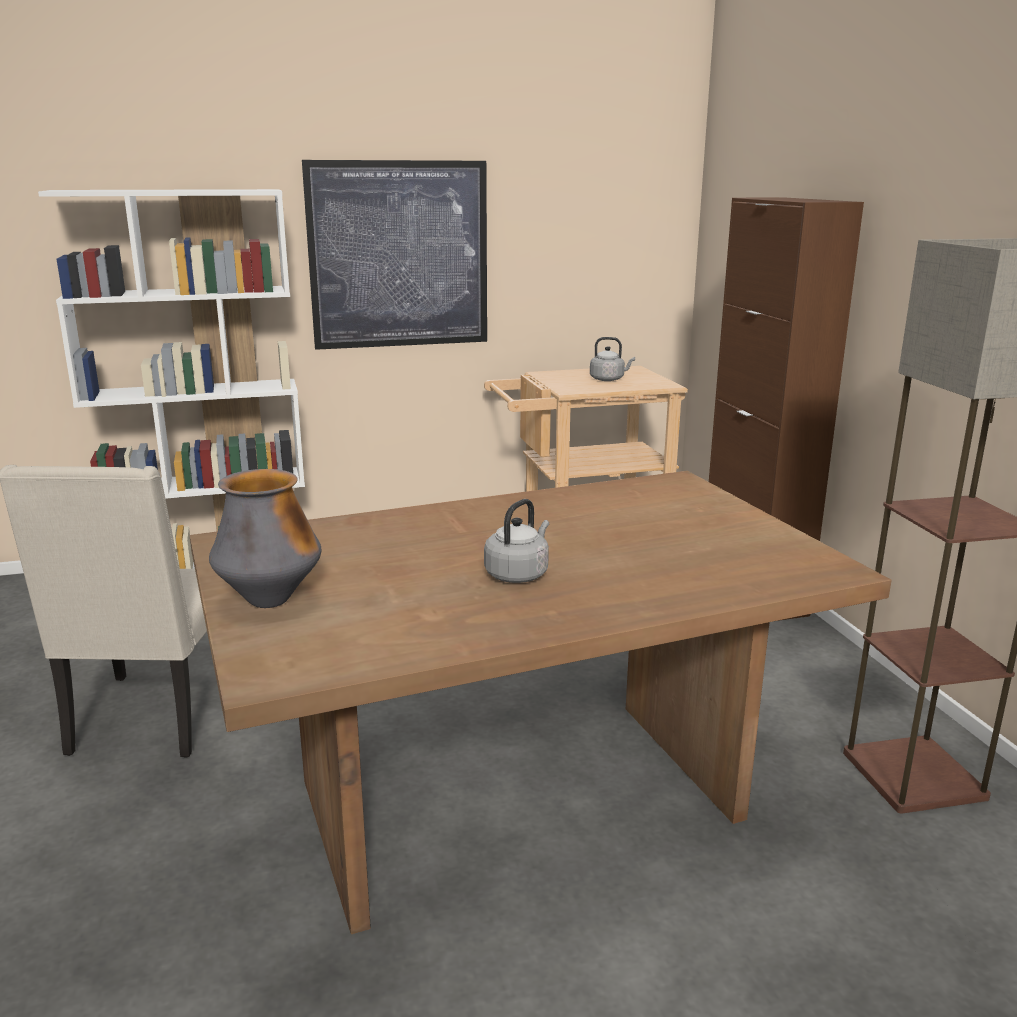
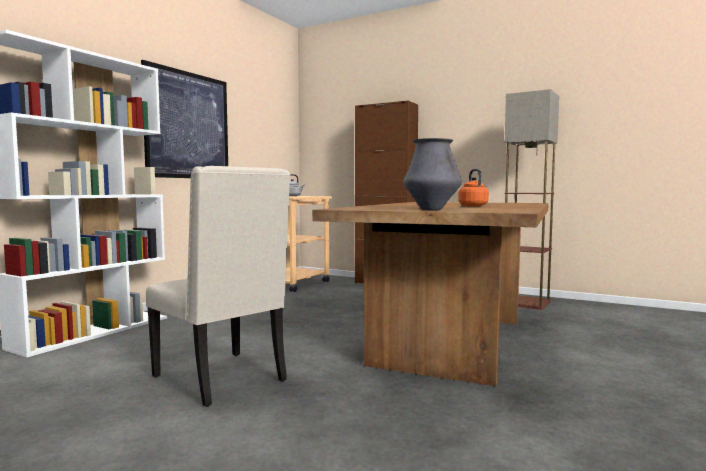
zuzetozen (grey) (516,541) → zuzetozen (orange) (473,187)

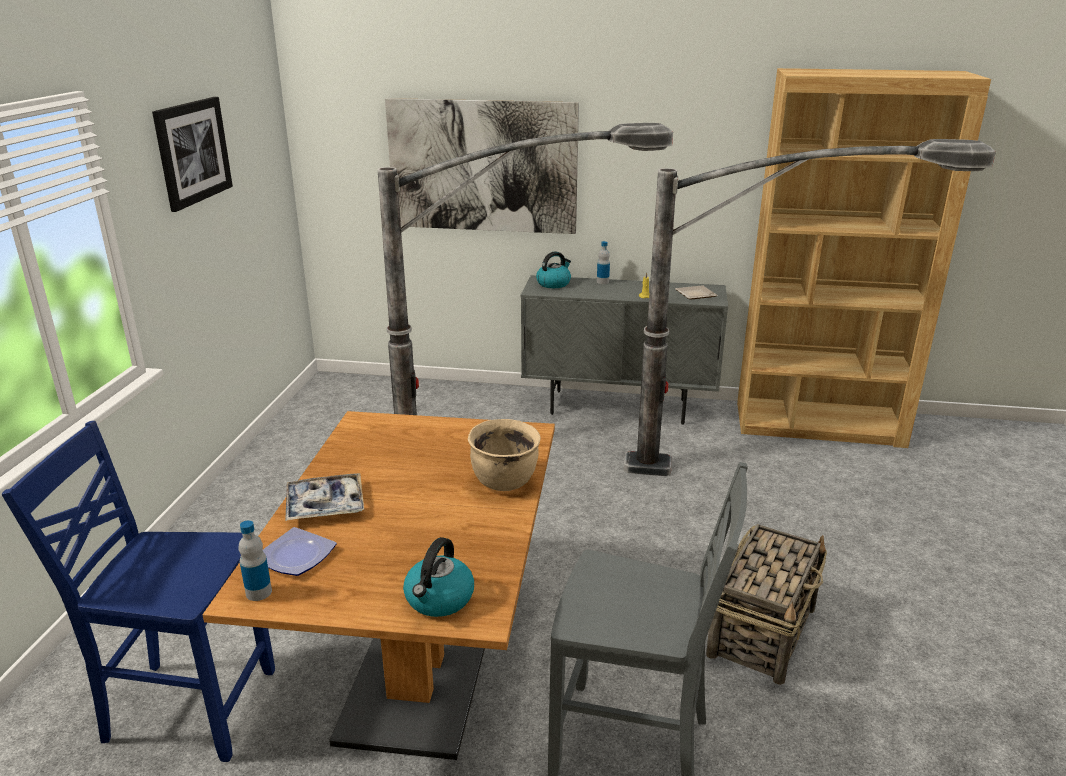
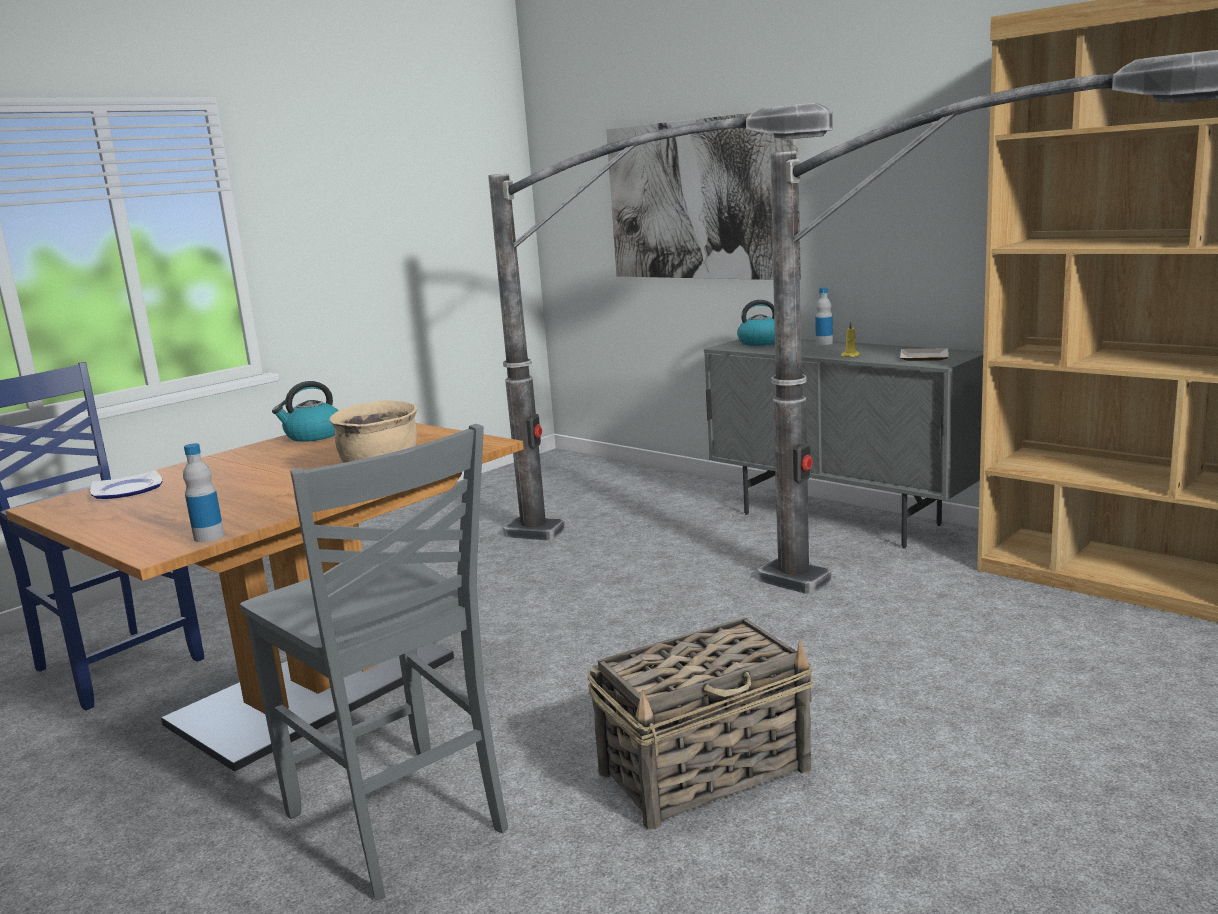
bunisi (192,154) → -
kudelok (255,560) → kudelok (203,492), shifted
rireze (324,497) → -
zuzetozen (438,577) → zuzetozen (305,411), shifted

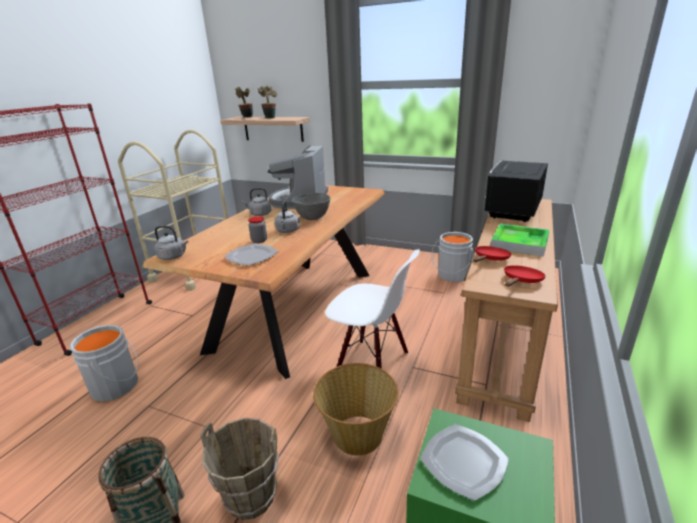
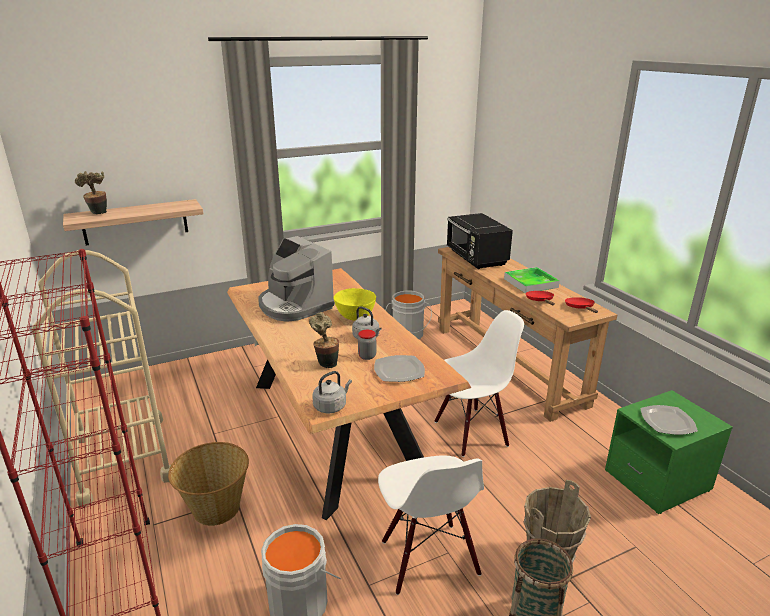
zuzetozen (grey) (256,202) → -
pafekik (267,102) → pafekik (324,340), shifted
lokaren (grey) (311,206) → lokaren (yellow) (354,304)
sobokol (356,409) → sobokol (208,484), shifted
- → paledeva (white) (431,525)

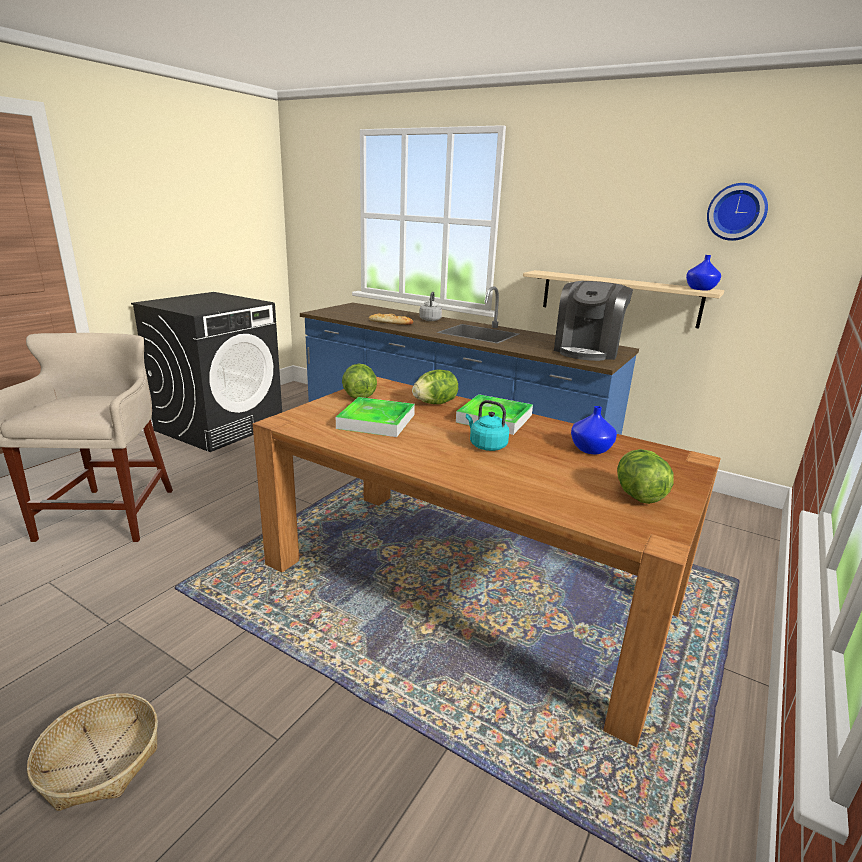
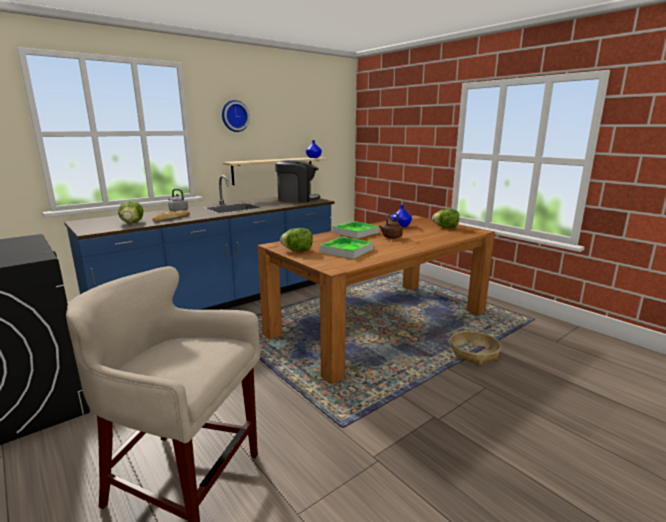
sobokol (92,752) → sobokol (475,348), shifted
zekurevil (435,386) → zekurevil (130,212), shifted
zuzetozen (turquoise) (487,425) → zuzetozen (brown) (391,226)
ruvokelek (593,321) → ruvokelek (297,181), 45 degrees counterclockwise
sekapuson (737,212) → sekapuson (236,116), shifted

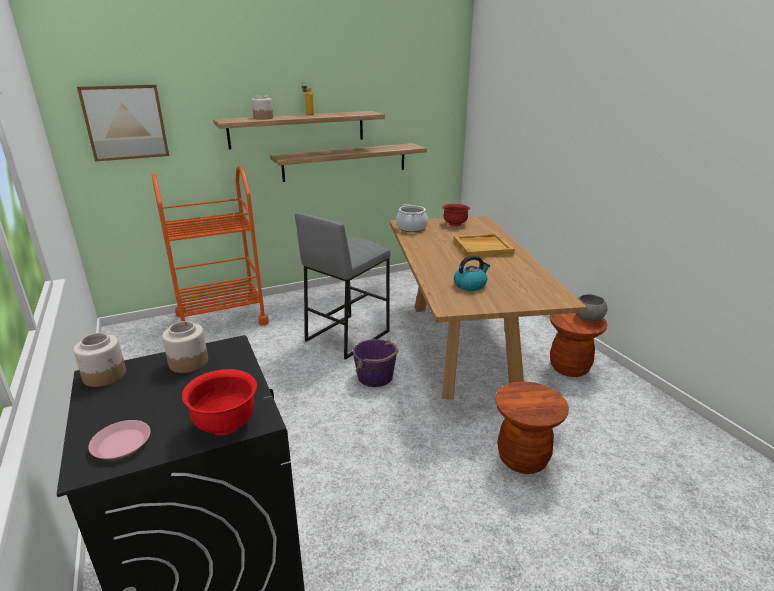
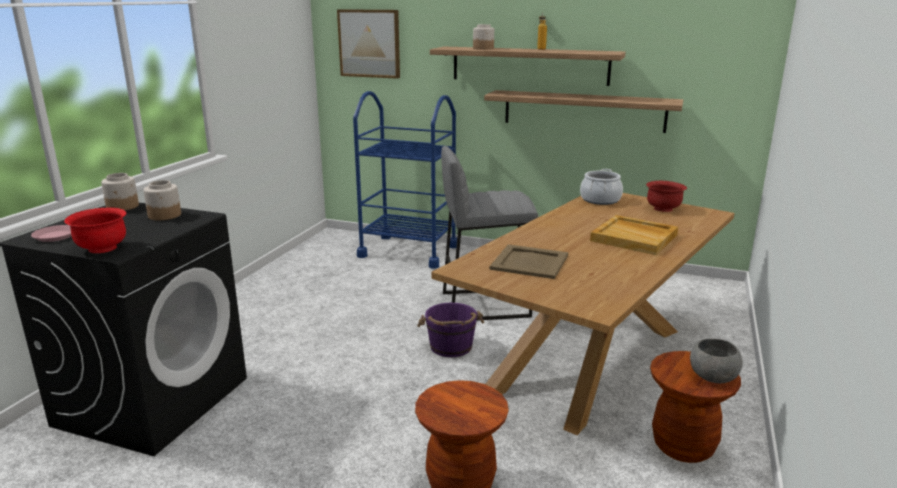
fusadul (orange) (210,246) → fusadul (blue) (405,180)
zuzetozen (472,273) → rireze (beige) (528,261)

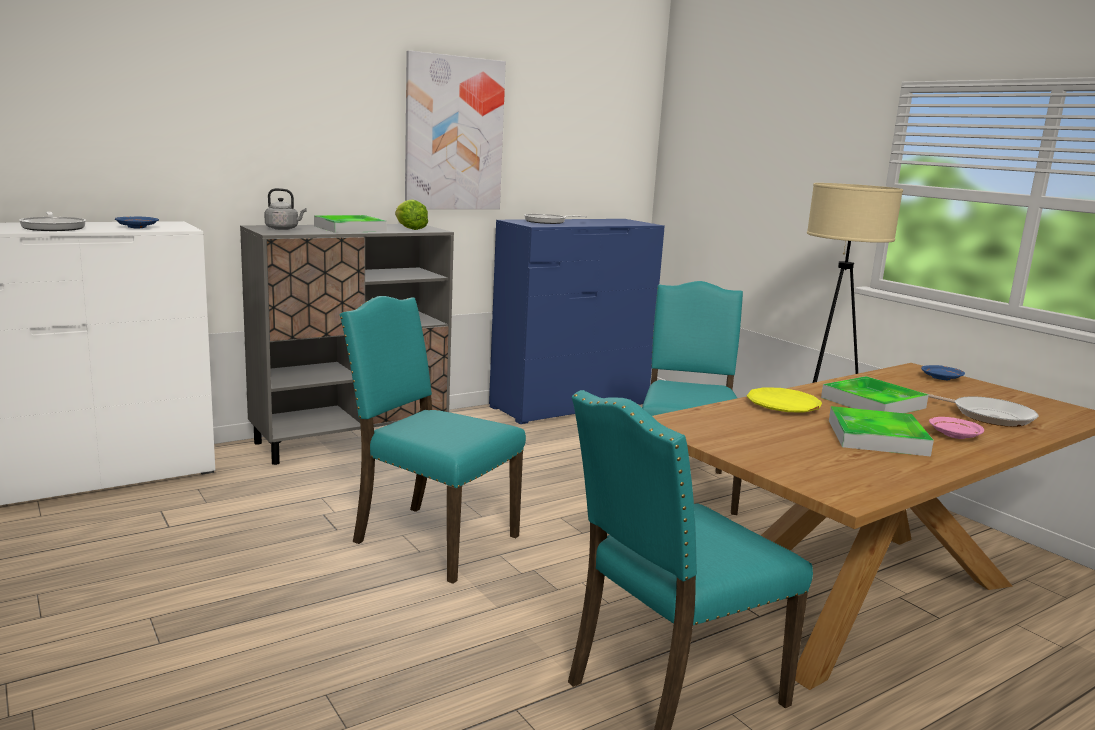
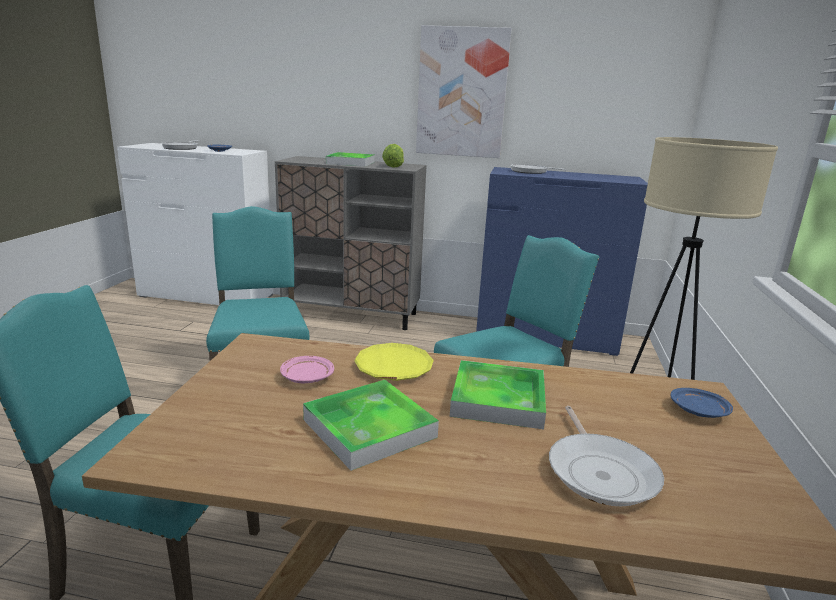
zuzetozen (grey) (285,209) → -
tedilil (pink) (956,428) → tedilil (pink) (307,369), shifted

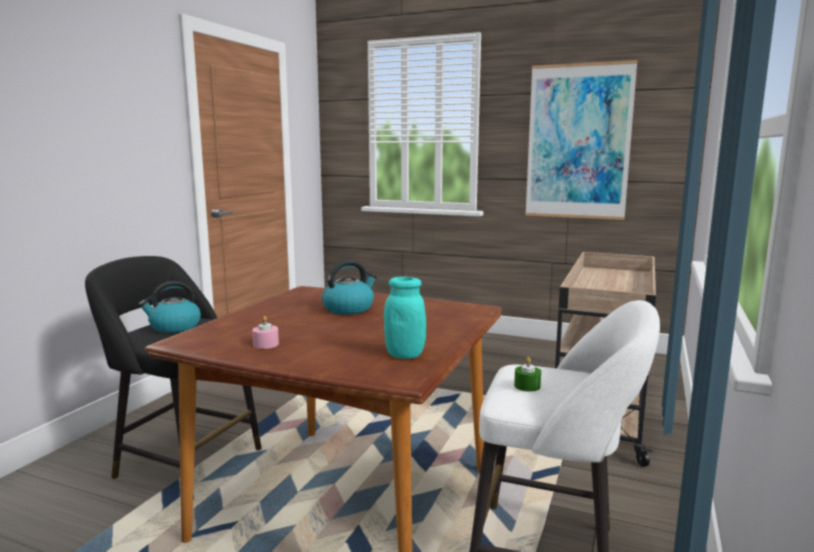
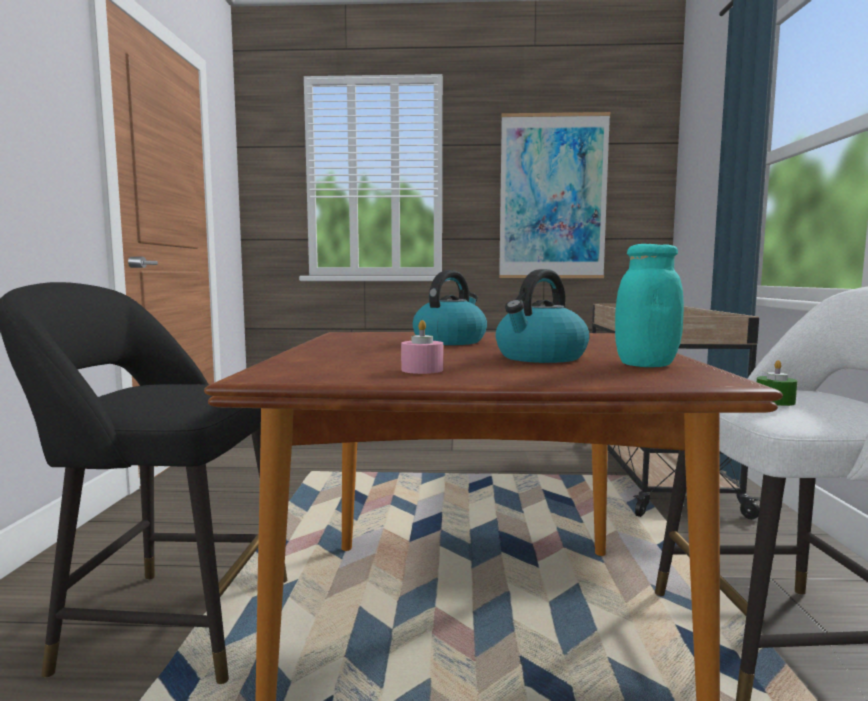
zuzetozen (169,307) → zuzetozen (542,316), shifted

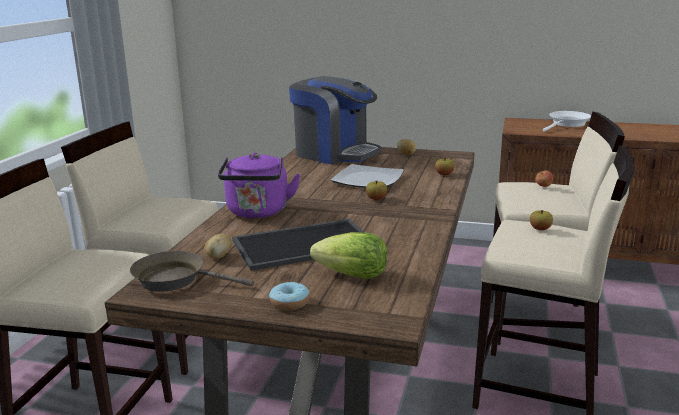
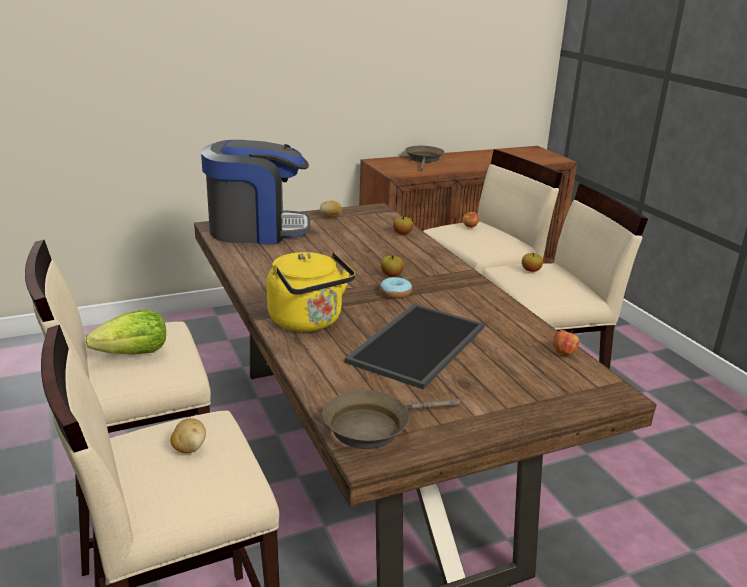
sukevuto (218,246) → sukevuto (188,435), shifted
zuzetozen (purple) (259,185) → zuzetozen (yellow) (311,292)
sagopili (289,296) → sagopili (396,288), shifted
zekurevil (348,255) → zekurevil (125,332), shifted
tedilil (367,176) → -
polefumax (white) (567,121) → polefumax (brown) (424,158)
- → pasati (566,343)

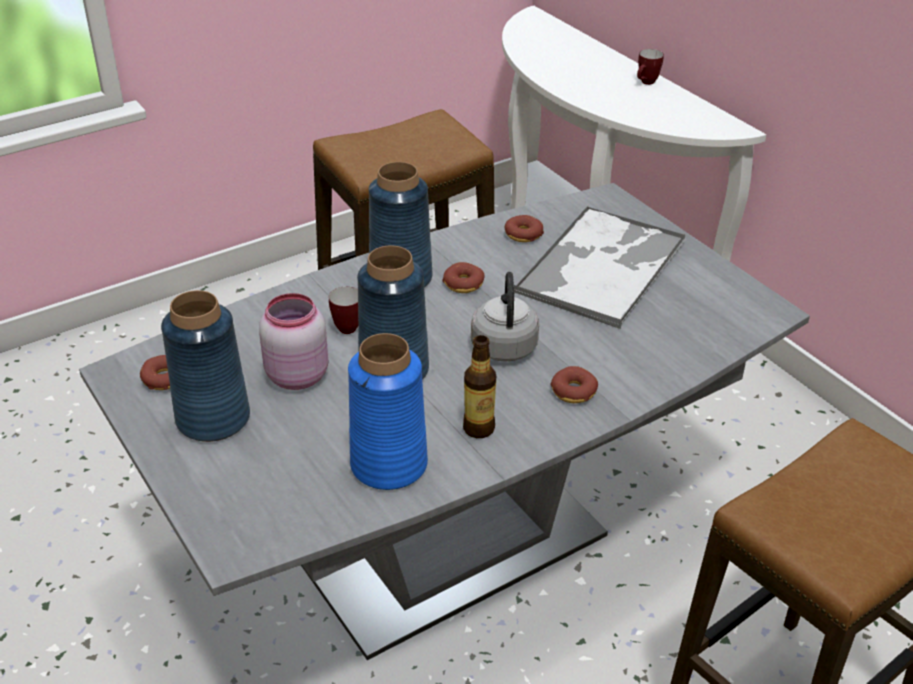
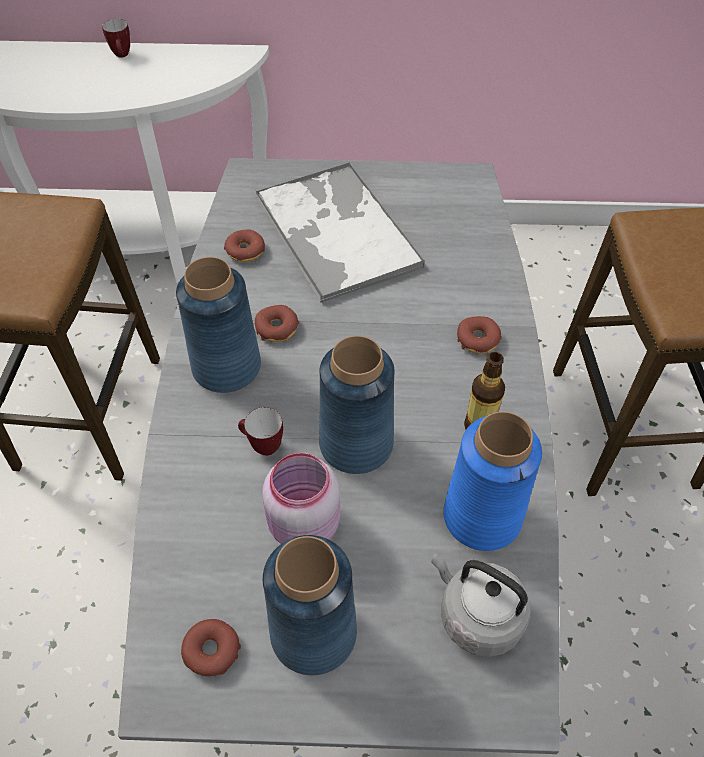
zuzetozen (grey) (505,317) → zuzetozen (grey) (481,605), shifted

